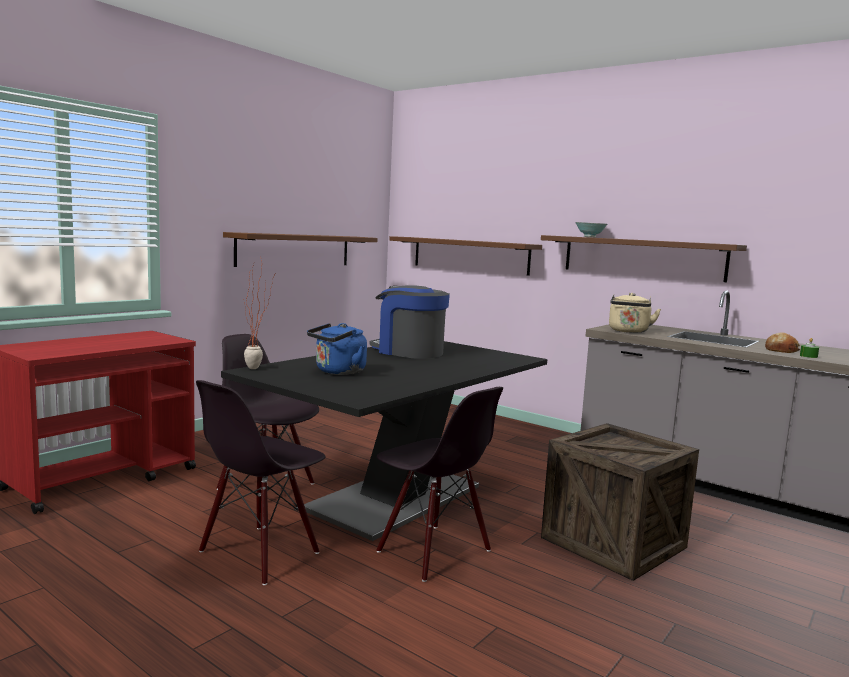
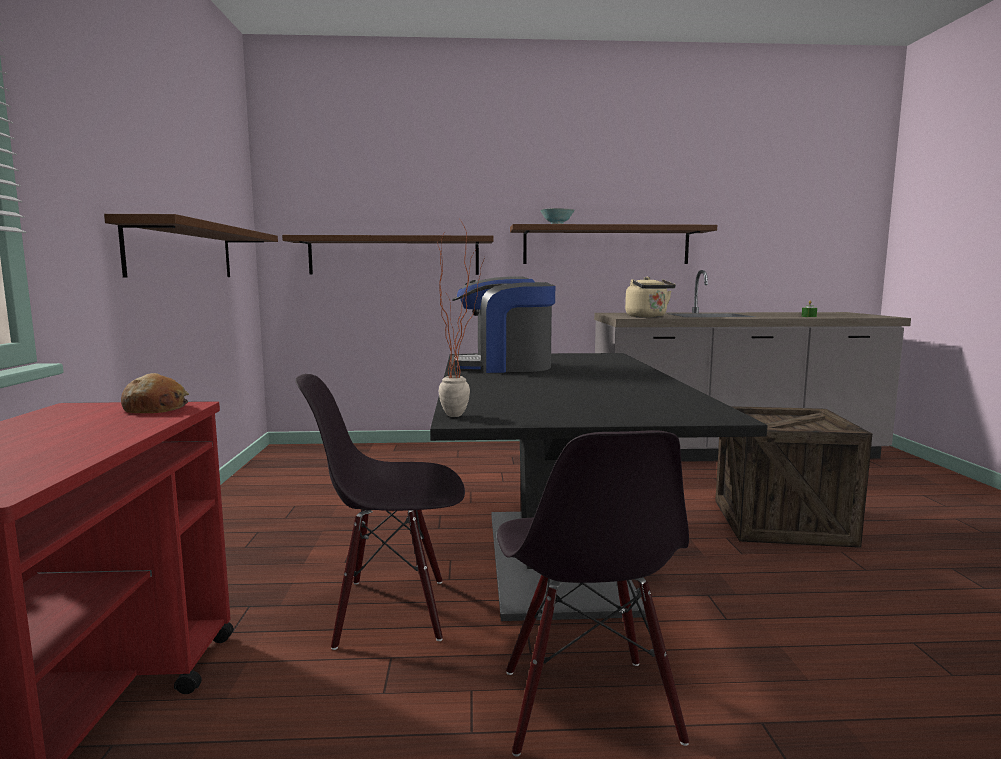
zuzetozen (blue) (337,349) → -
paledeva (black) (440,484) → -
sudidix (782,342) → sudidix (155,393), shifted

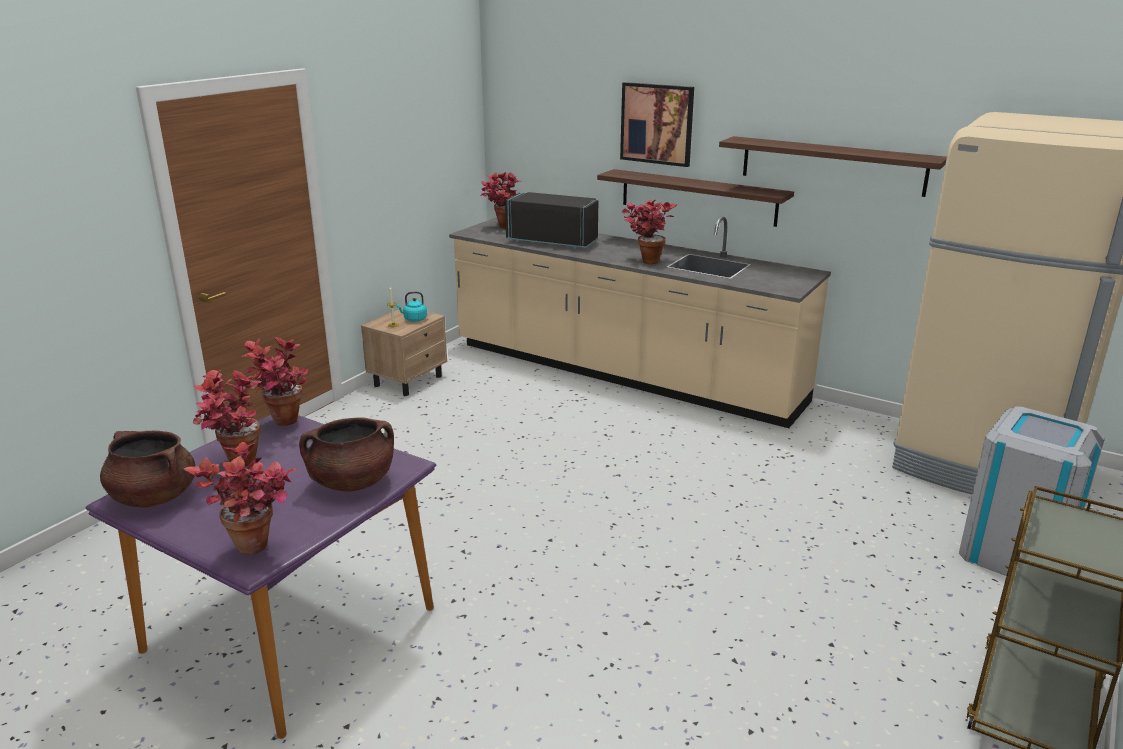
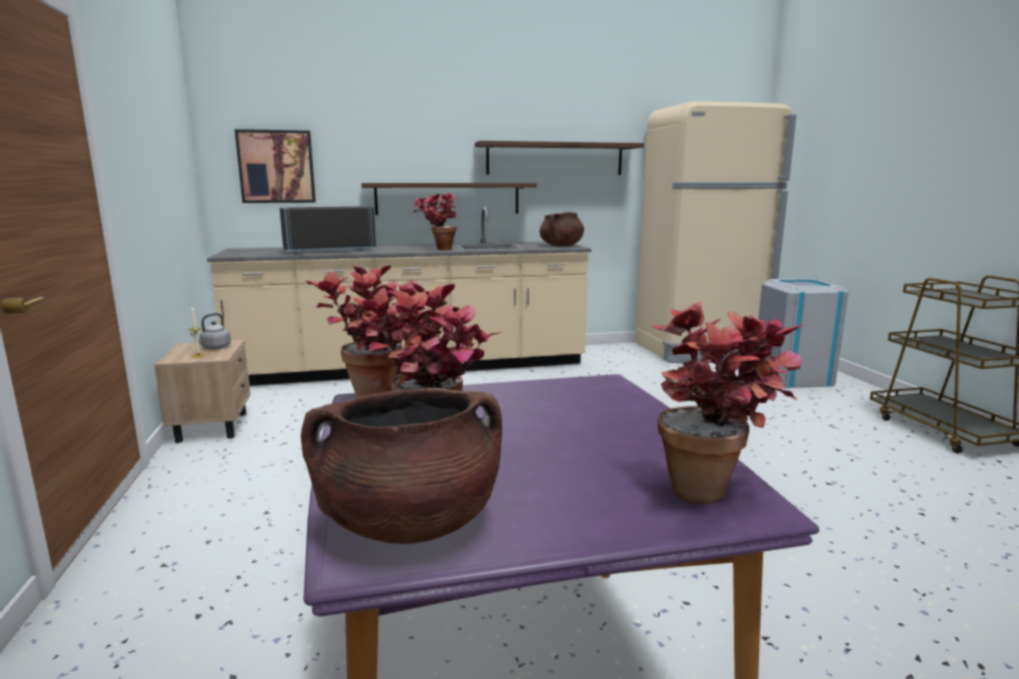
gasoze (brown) (346,454) → gasoze (brown) (562,229), shifted
zuzetozen (turquoise) (411,306) → zuzetozen (grey) (210,331)
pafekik (501,200) → -
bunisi (657,124) → bunisi (275,166), shifted

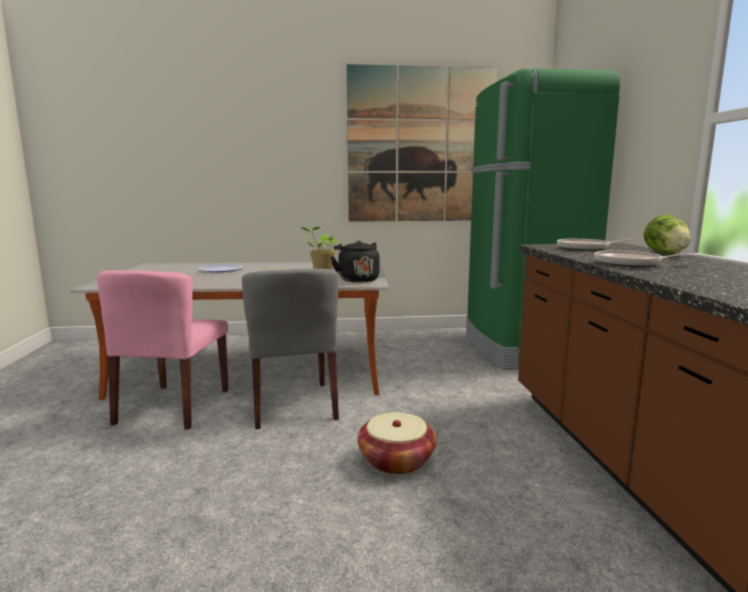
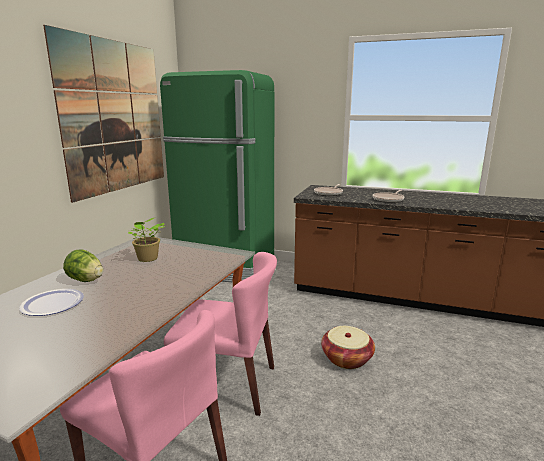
paledeva (grey) (290,349) → paledeva (pink) (220,334)
zuzetozen (black) (355,261) → -
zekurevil (667,234) → zekurevil (83,265), shifted

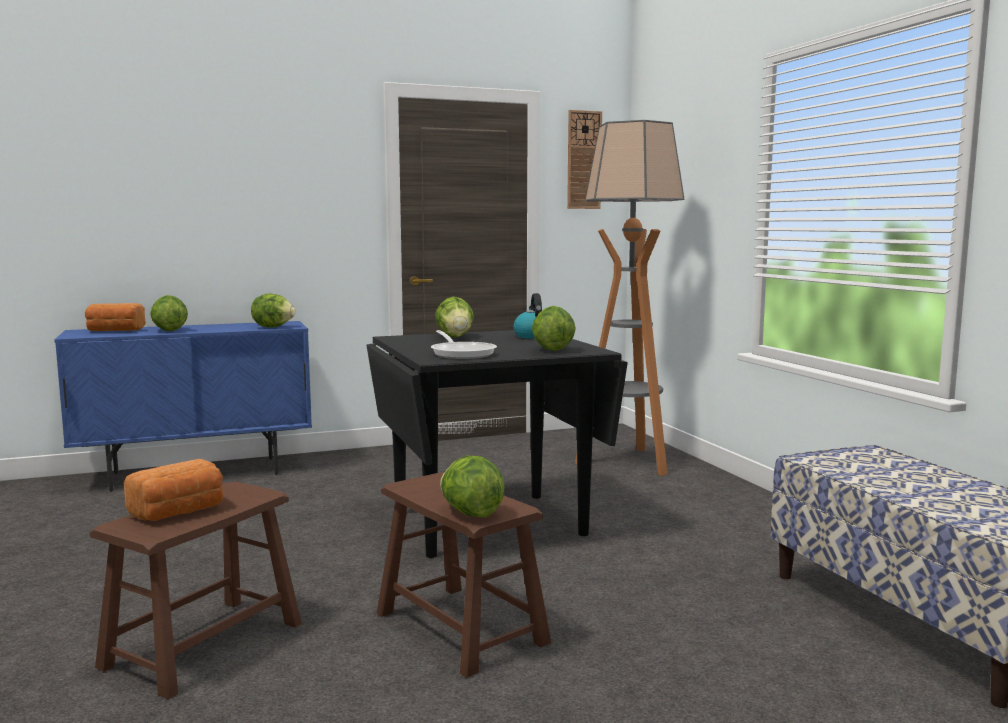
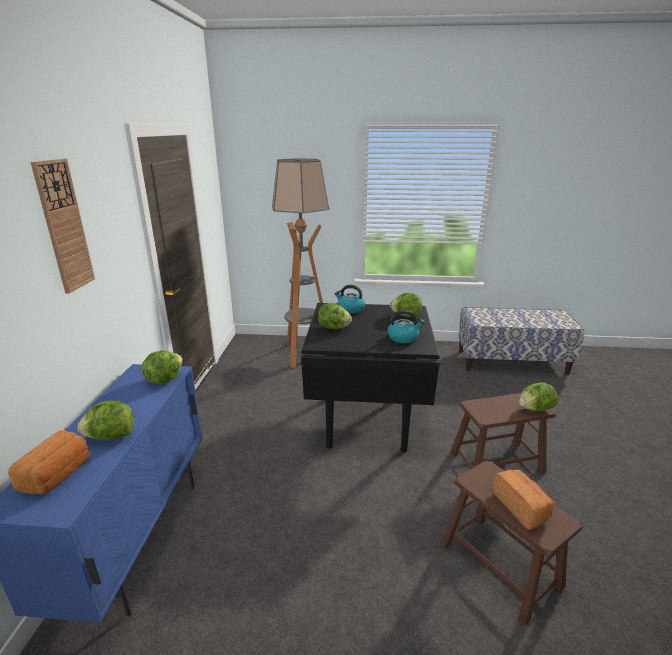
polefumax (464,344) → zuzetozen (406,326)
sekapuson (584,159) → sekapuson (62,226), shifted

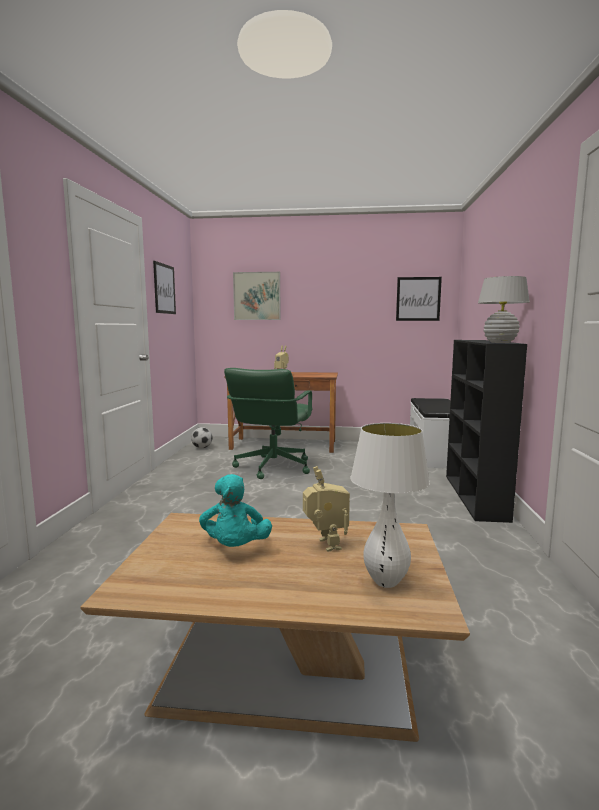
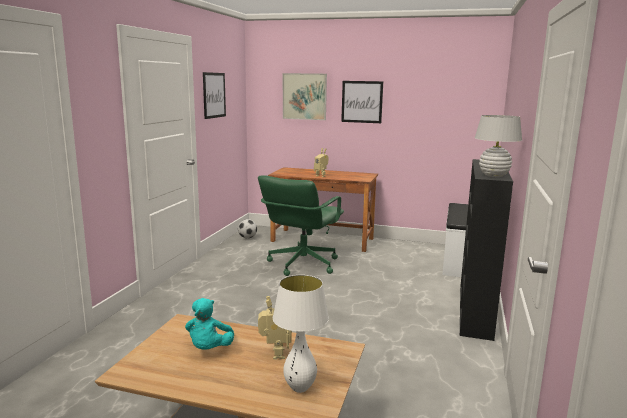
bunisi (419,299) → bunisi (362,102), shifted

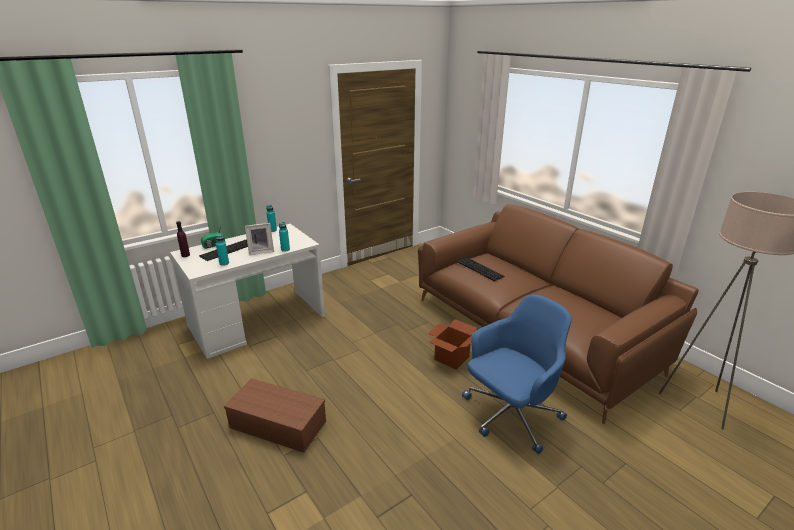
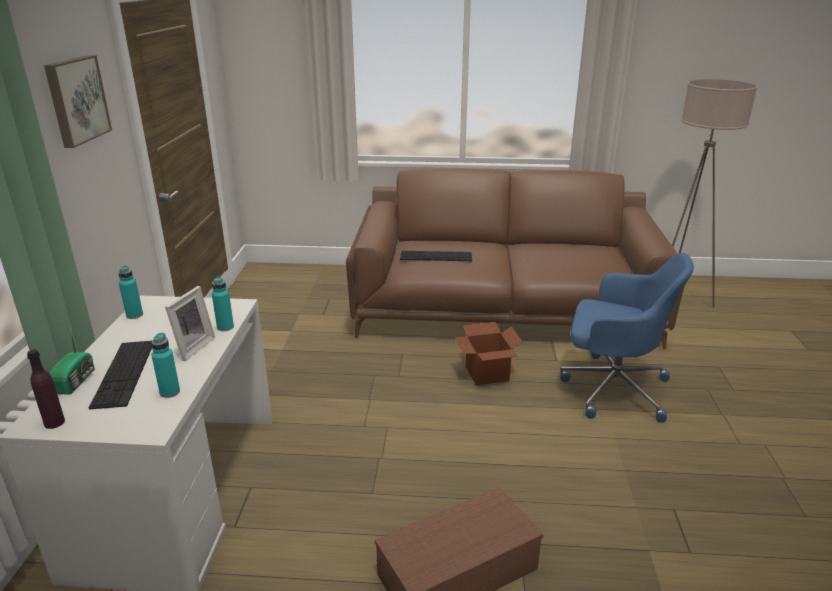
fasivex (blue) (517,374) → fasivex (blue) (627,338), 105 degrees clockwise
- → bunisi (78,101)

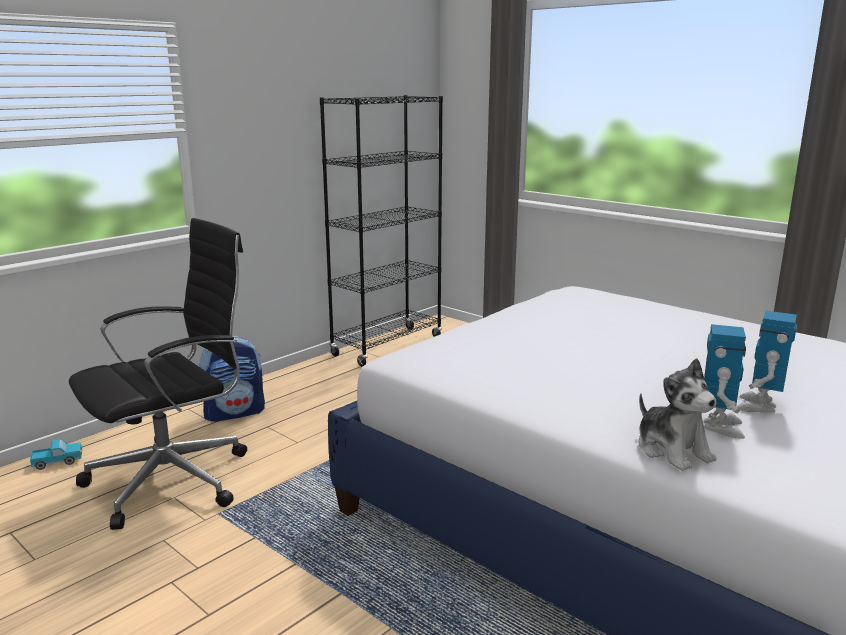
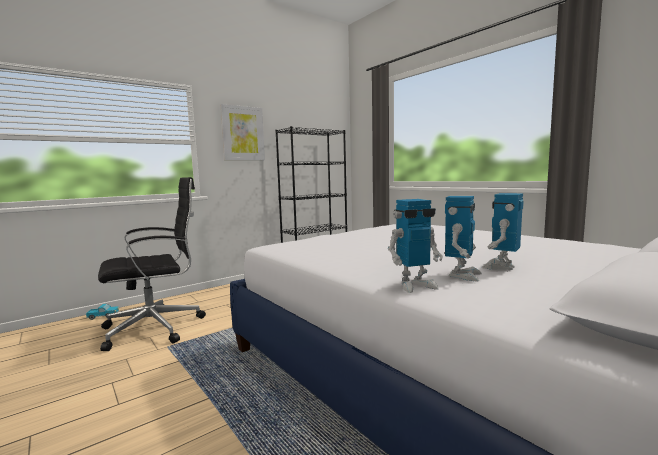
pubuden (232,379) → -
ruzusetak (677,414) → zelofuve (415,246)
- → bunisi (243,132)

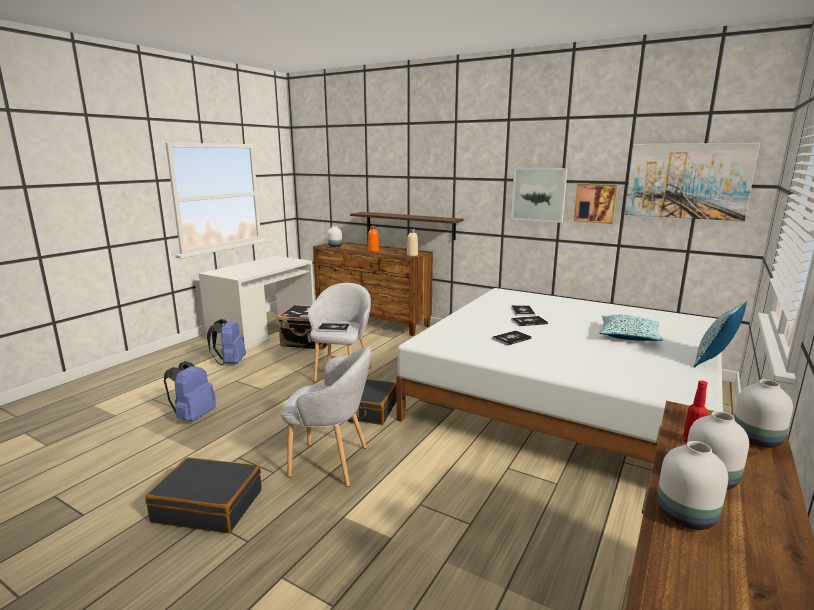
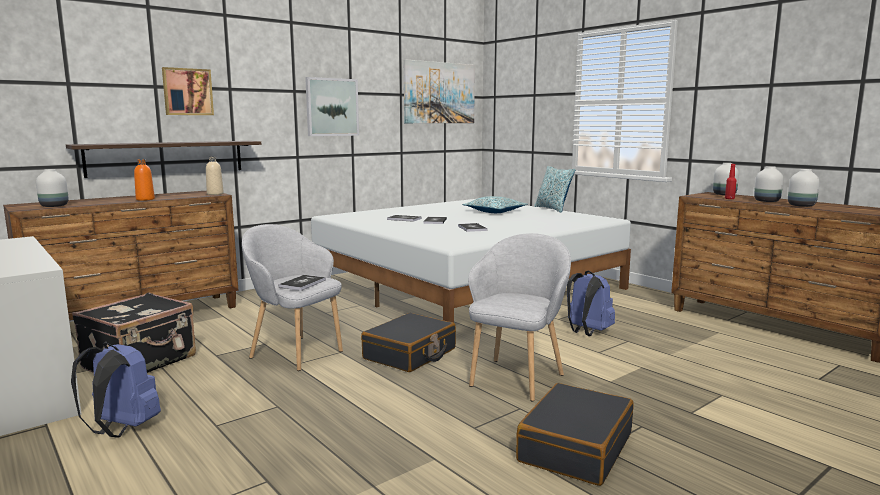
pubuden (blue) (190,391) → pubuden (blue) (591,303), shifted
bunisi (596,204) → bunisi (188,91), shifted

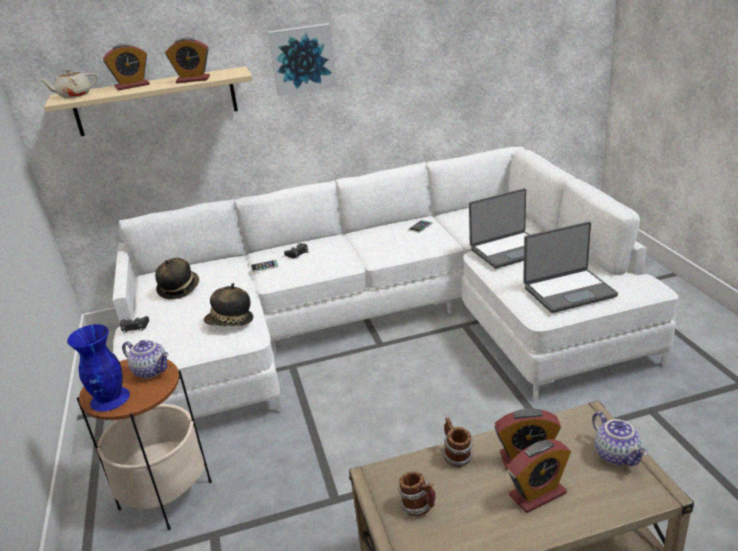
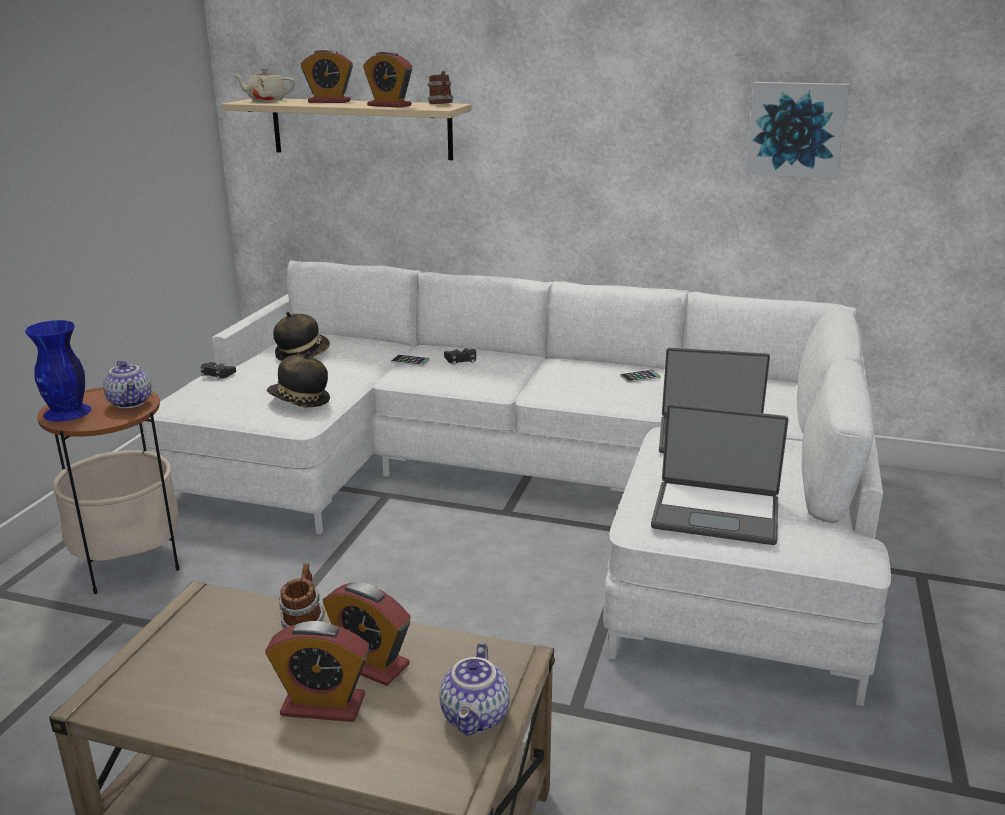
bunisi (302,59) → bunisi (797,130), shifted
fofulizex (417,493) → fofulizex (440,87), shifted

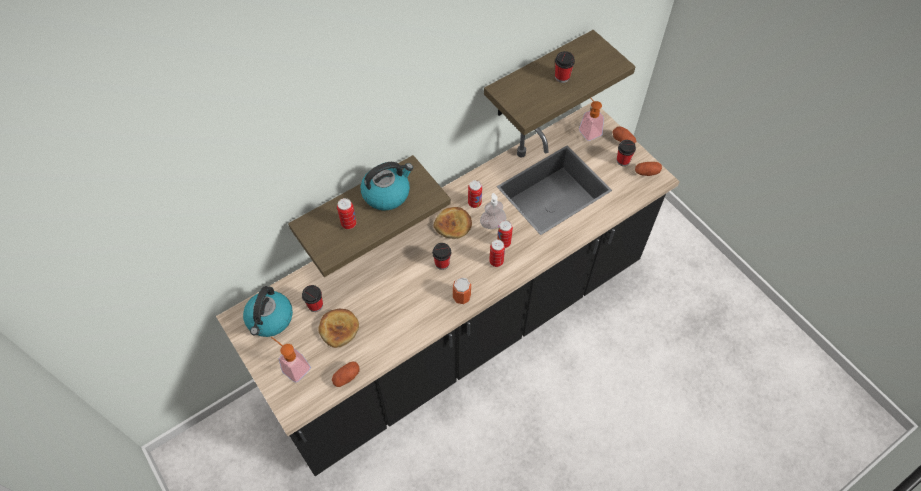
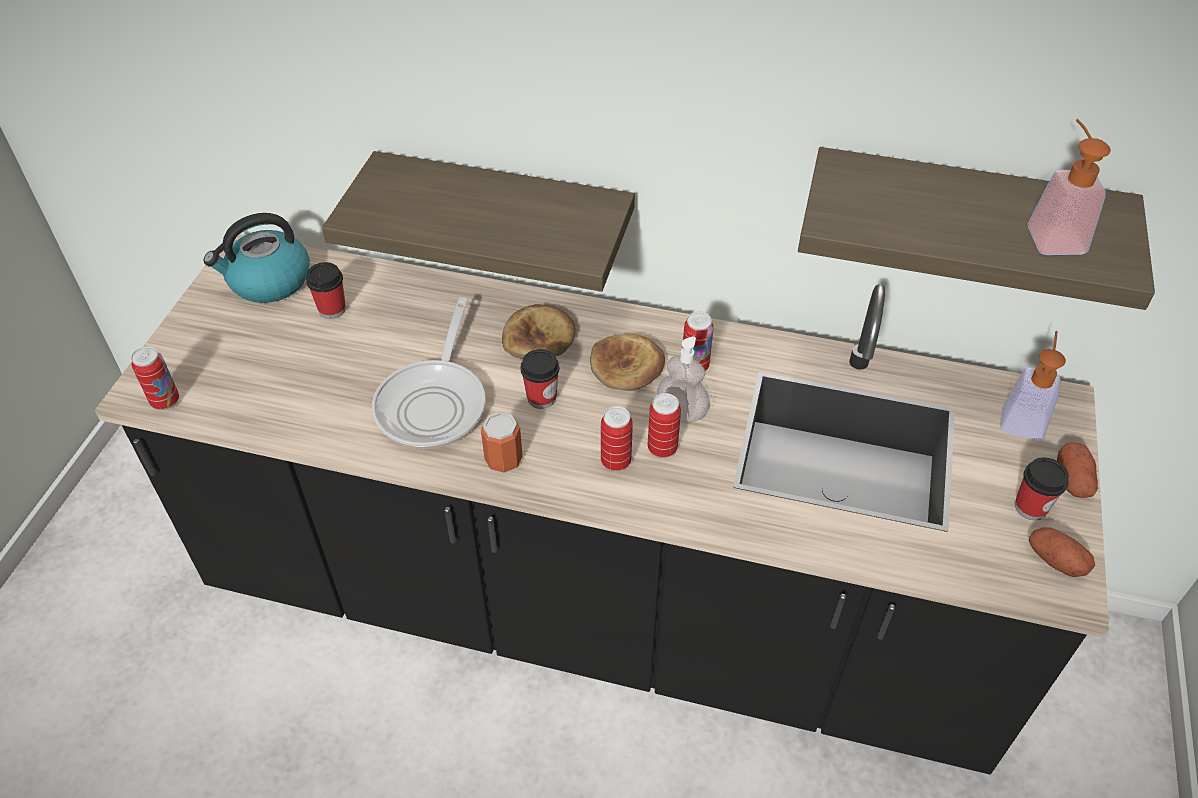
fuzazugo (291,360) → fuzazugo (1069,187), shifted
sudidix (338,328) → sudidix (539,331), shifted
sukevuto (346,374) → -
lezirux (347,213) → lezirux (155,378), shifted
zuzetozen (387,186) → -
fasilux (565,67) → -
- → polefumax (429,373)

